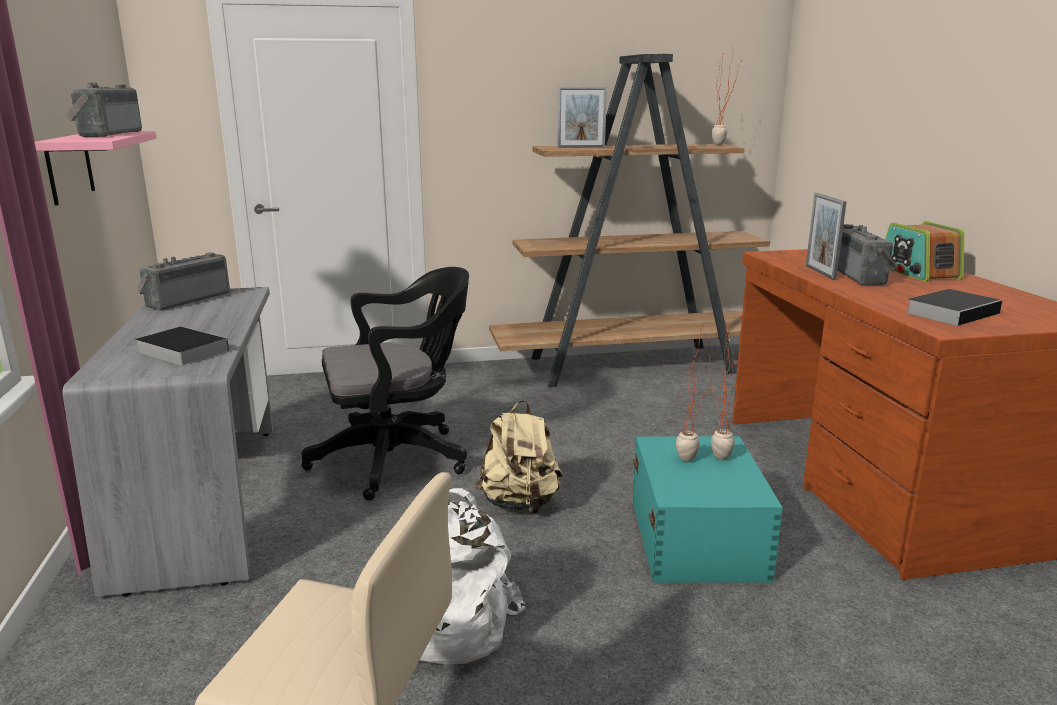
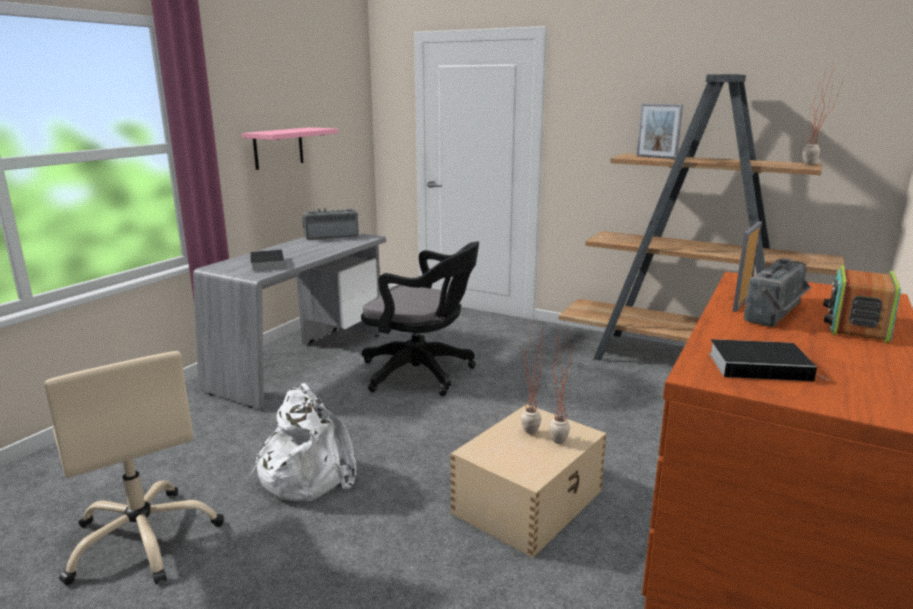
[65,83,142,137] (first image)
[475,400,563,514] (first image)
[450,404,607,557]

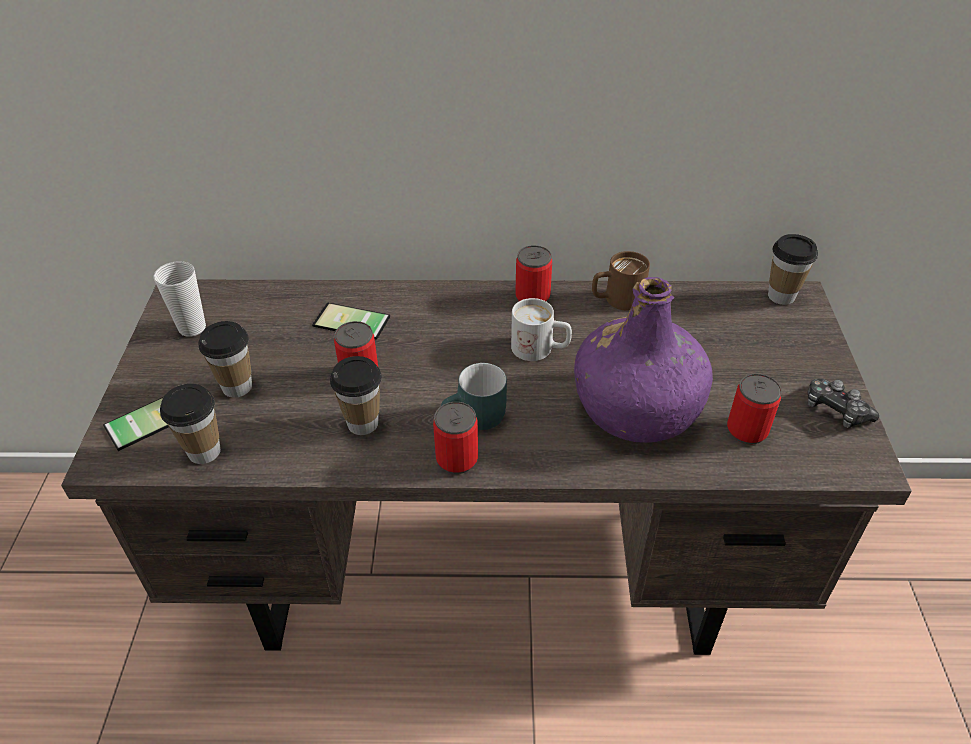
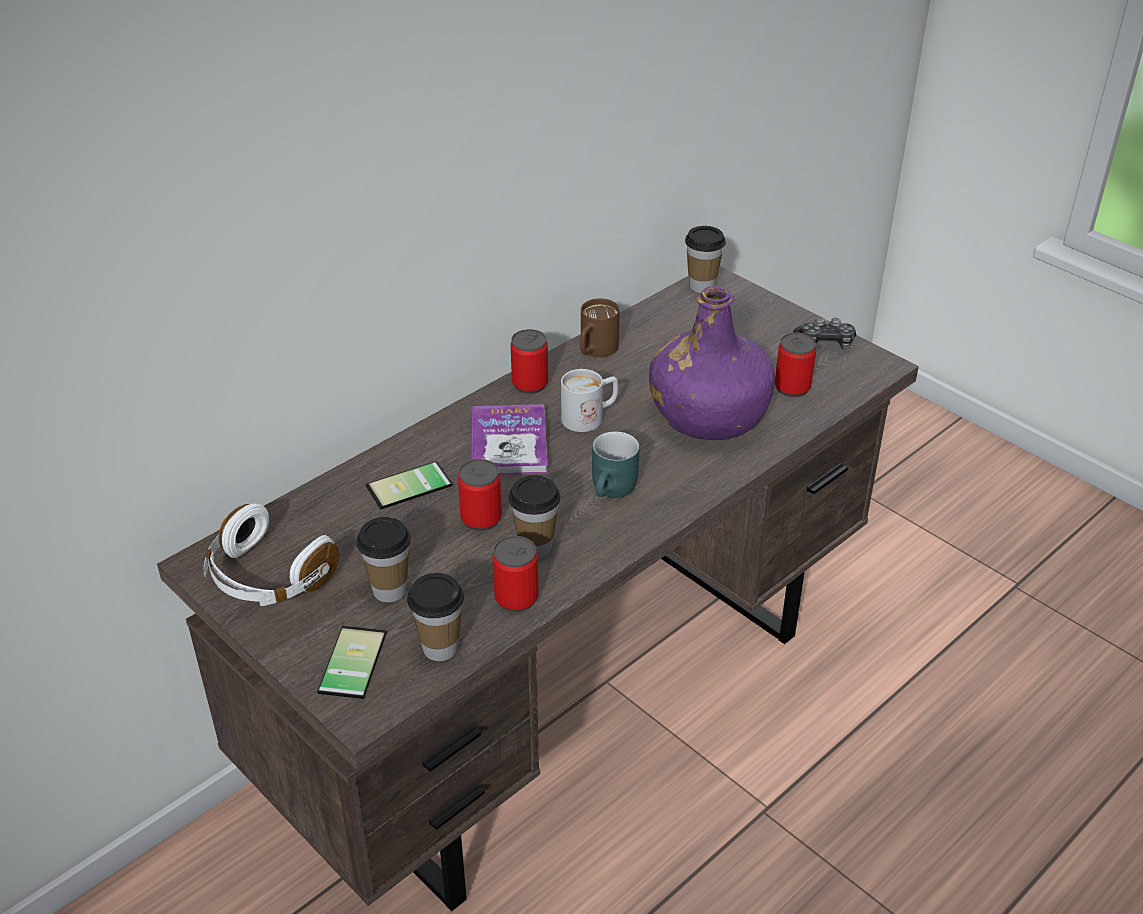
[203,504,339,606]
[492,536,538,612]
[471,404,548,475]

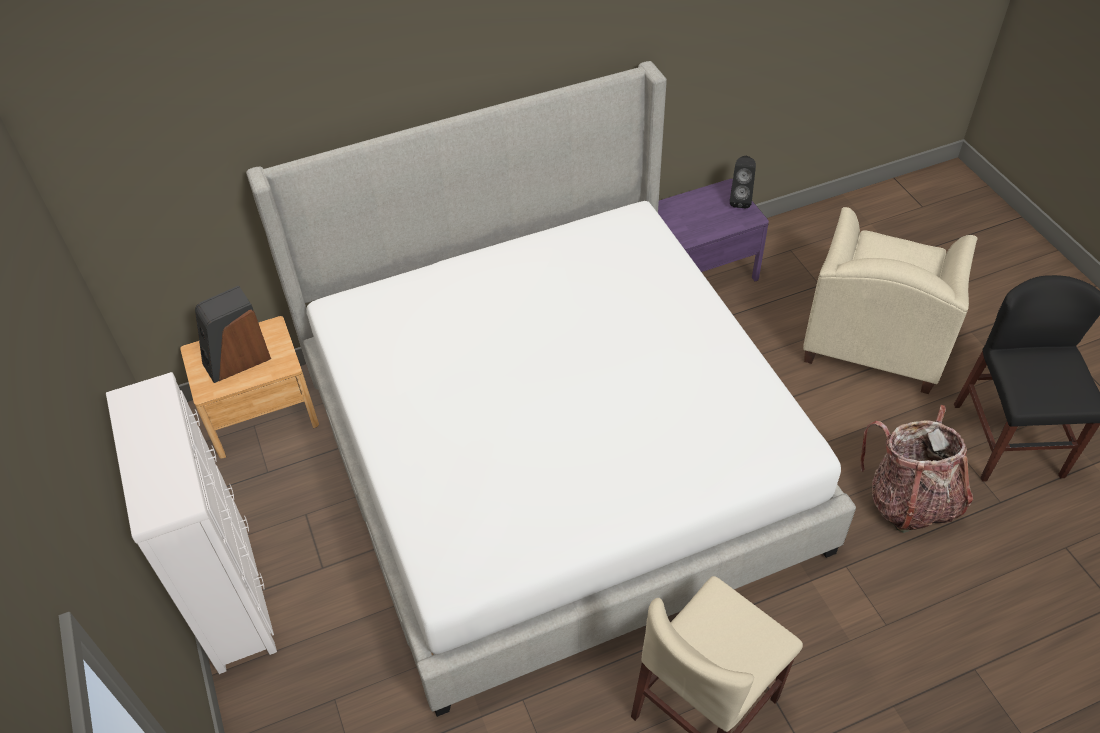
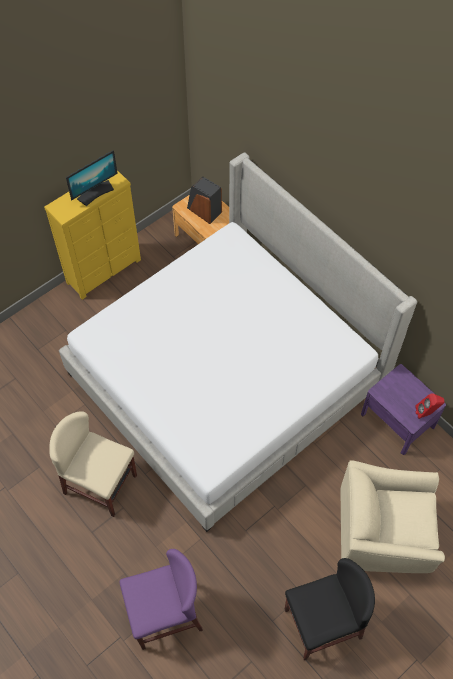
[44,170,141,300]
[416,393,444,419]
[860,405,973,533] (first image)
[66,150,118,206]
[119,549,203,650]

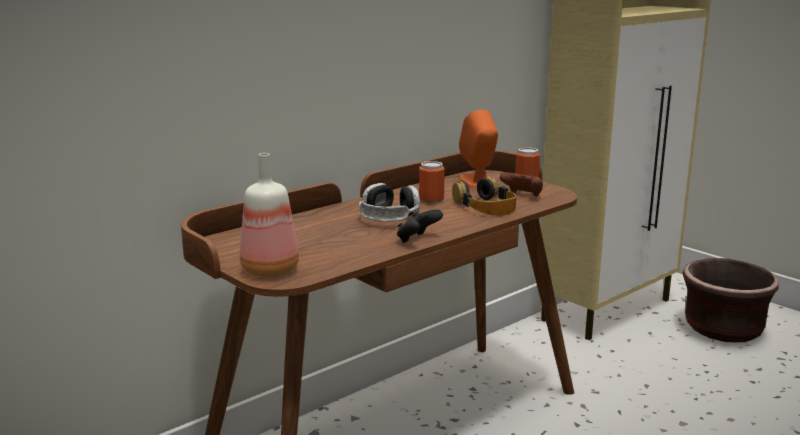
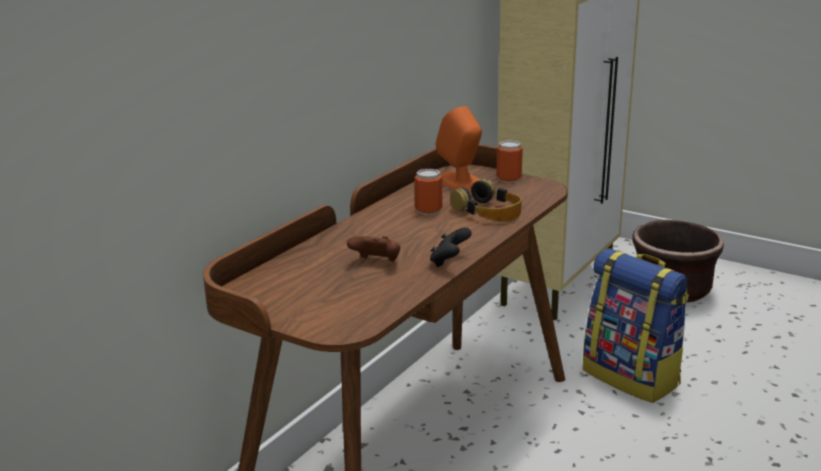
[240,153,299,277] (first image)
[359,183,420,222] (first image)
[347,236,400,262]
[583,249,689,403]

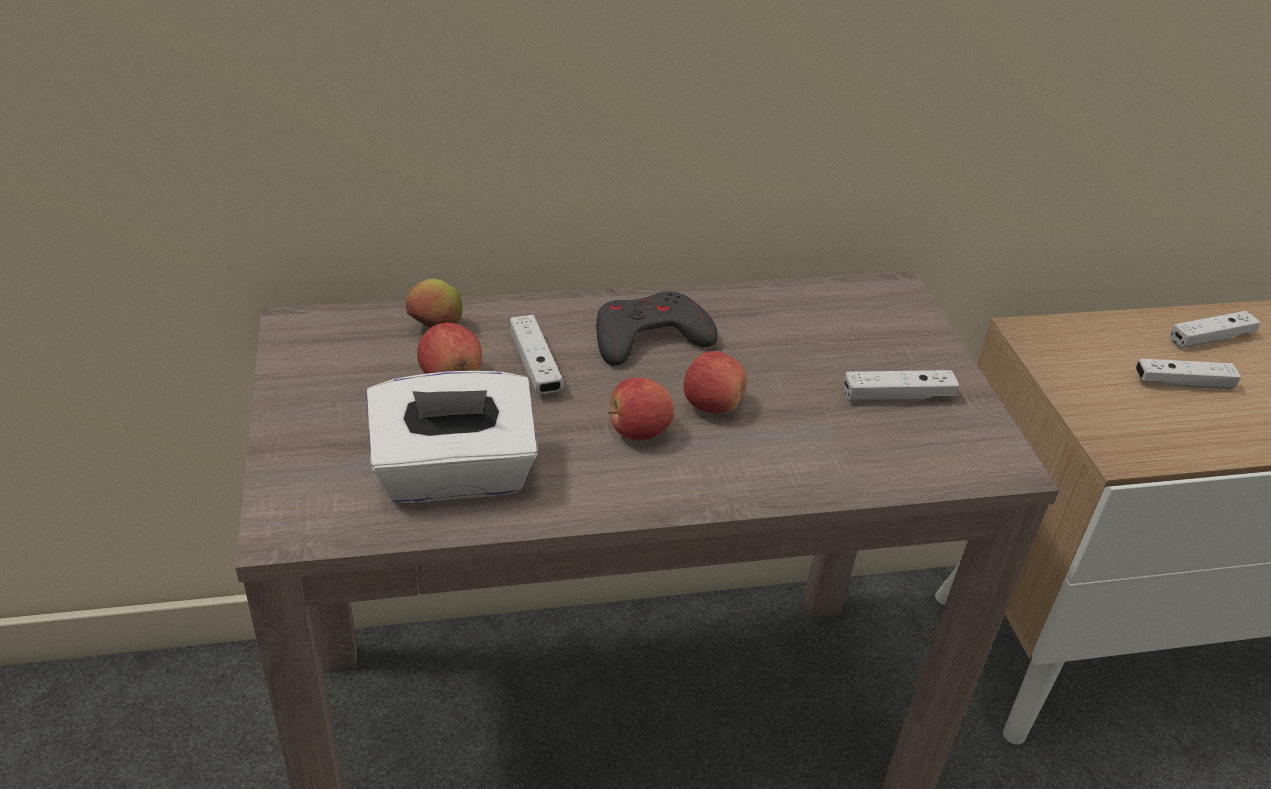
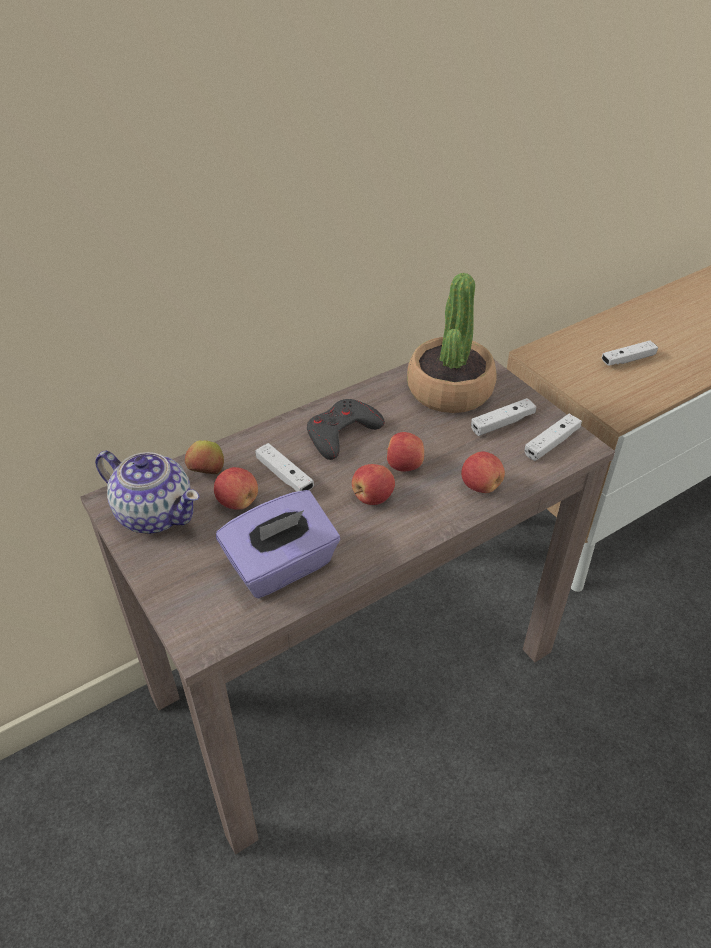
[216,490,340,598]
[524,414,582,461]
[95,451,199,534]
[407,273,497,413]
[461,451,505,493]

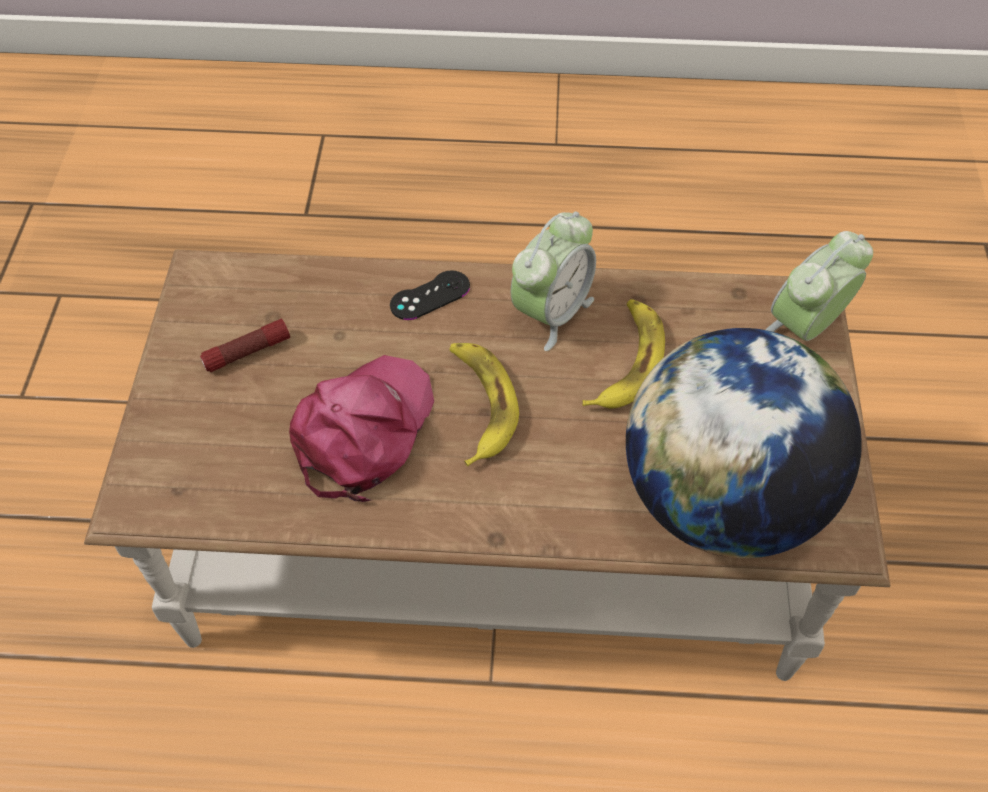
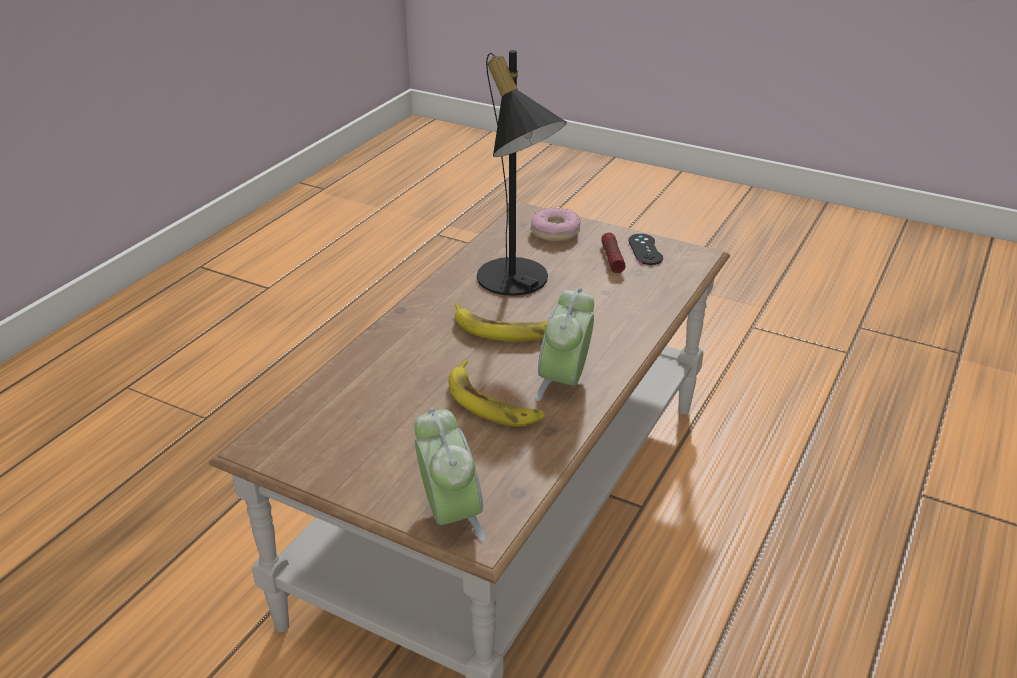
[477,50,567,296]
[628,234,663,265]
[536,288,594,401]
[626,328,862,558] (first image)
[531,208,581,242]

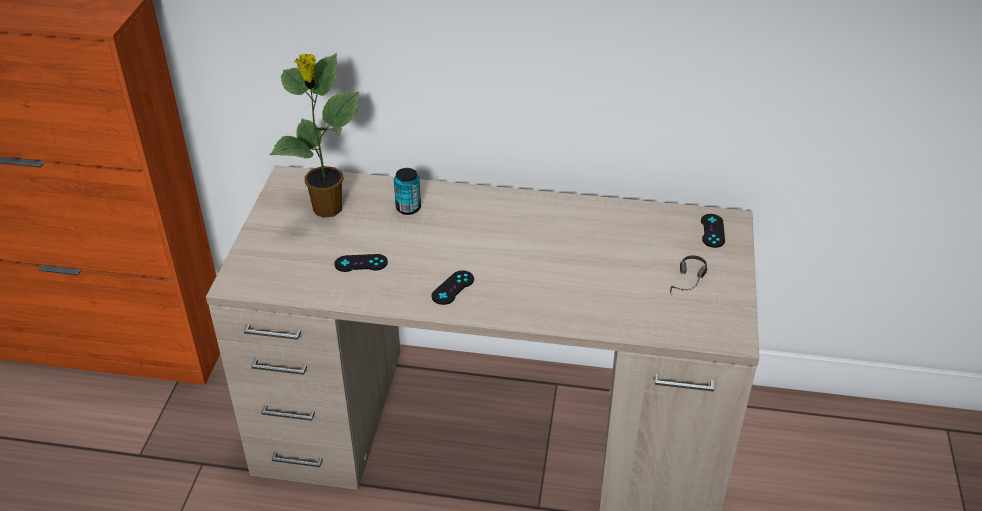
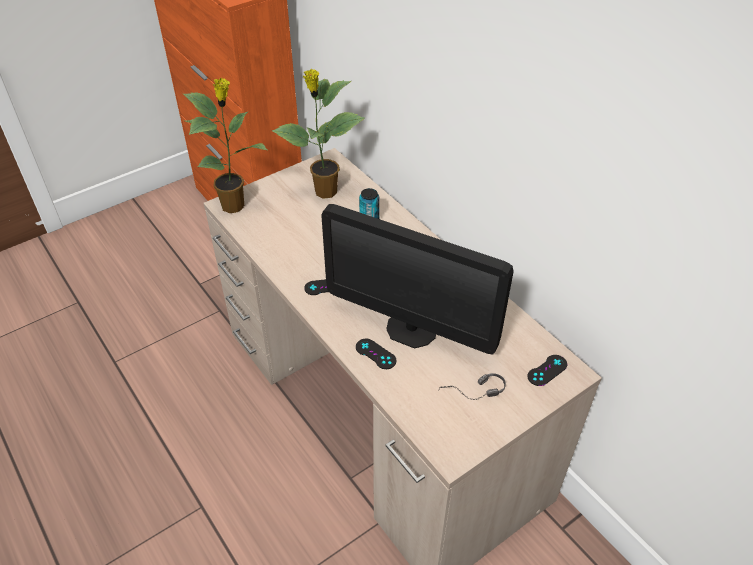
[356,339,396,369]
[183,78,267,213]
[321,204,514,354]

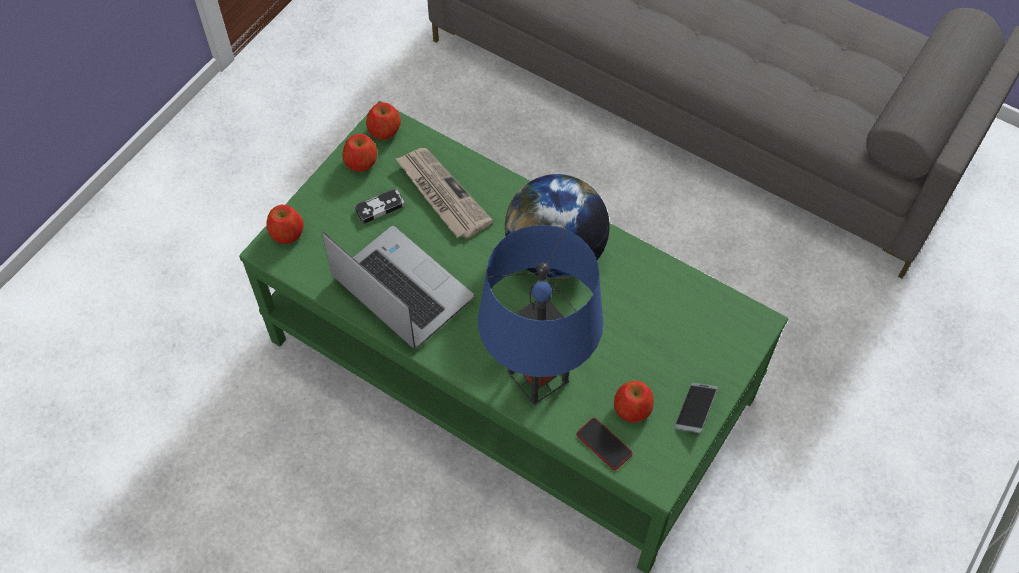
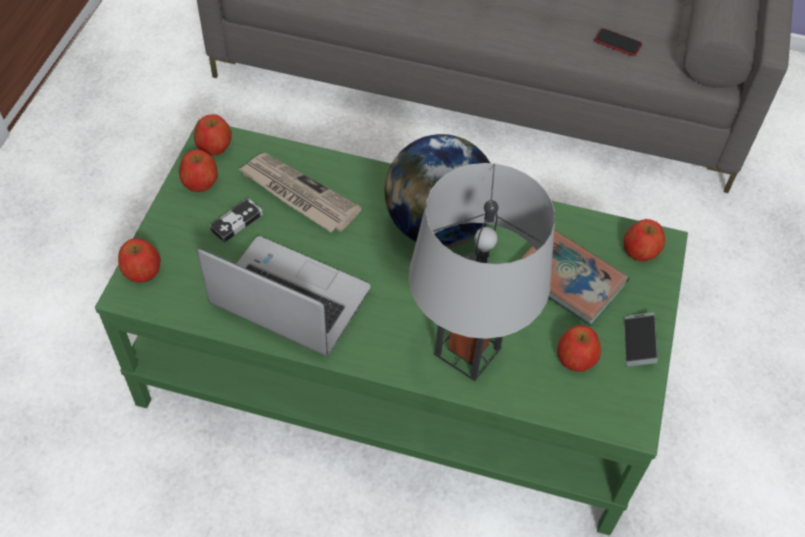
[409,163,555,381]
[594,28,642,56]
[521,229,629,327]
[623,219,665,262]

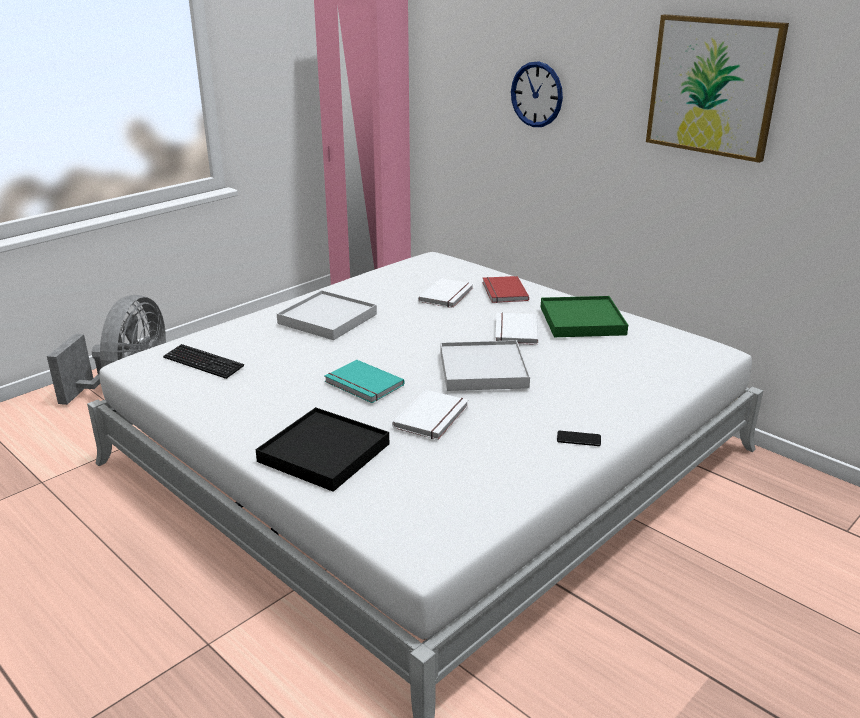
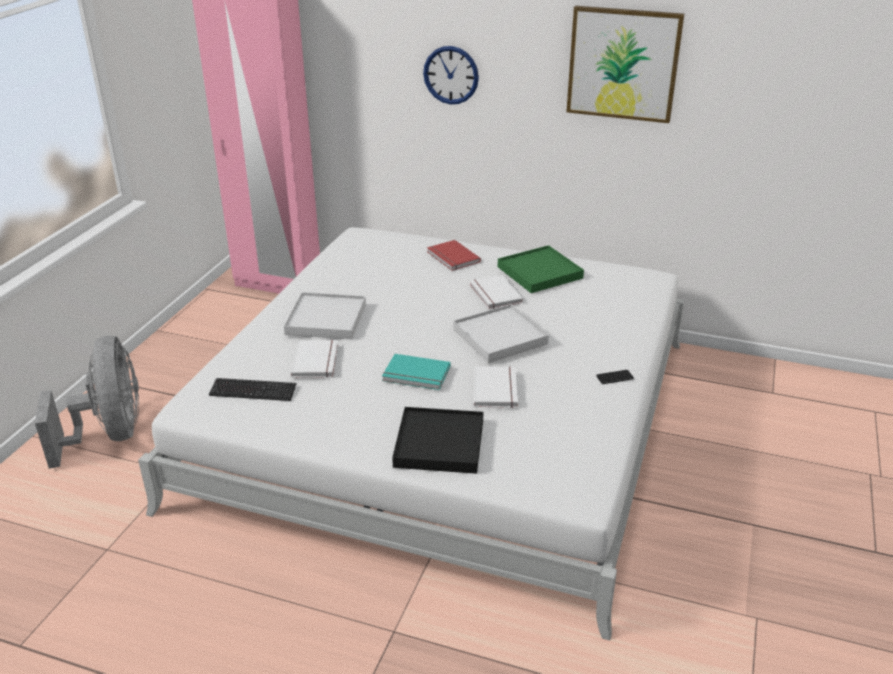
[291,340,338,378]

